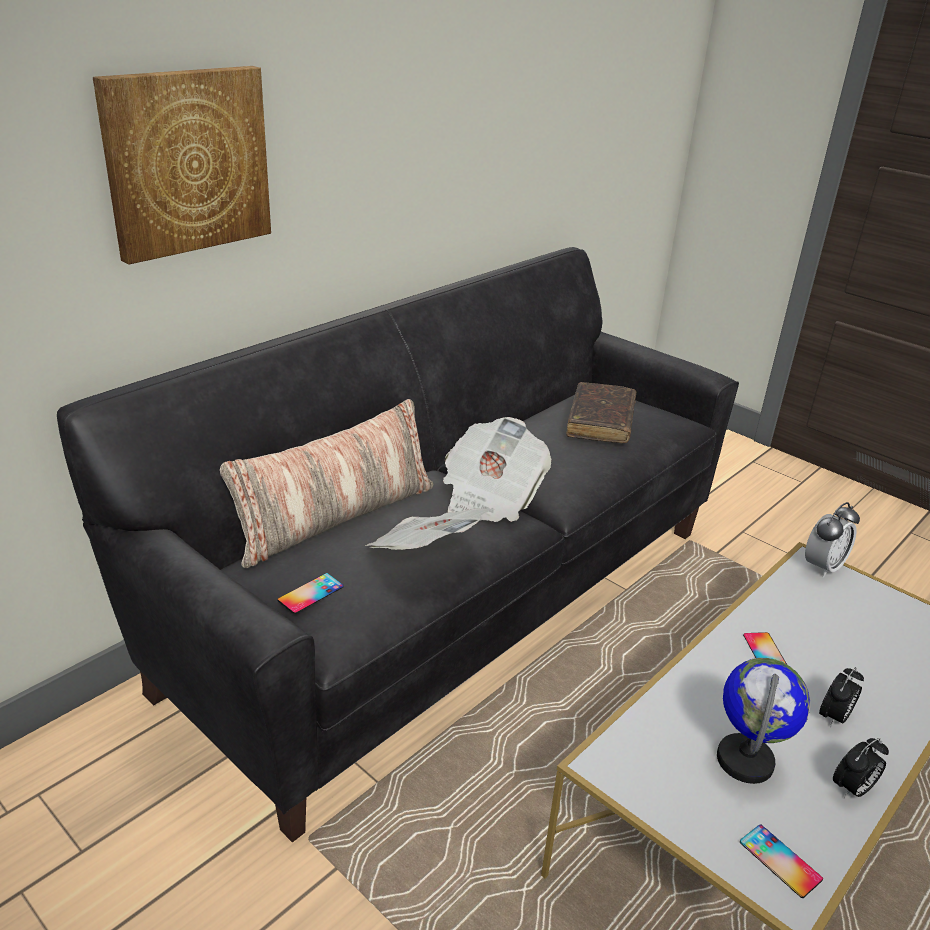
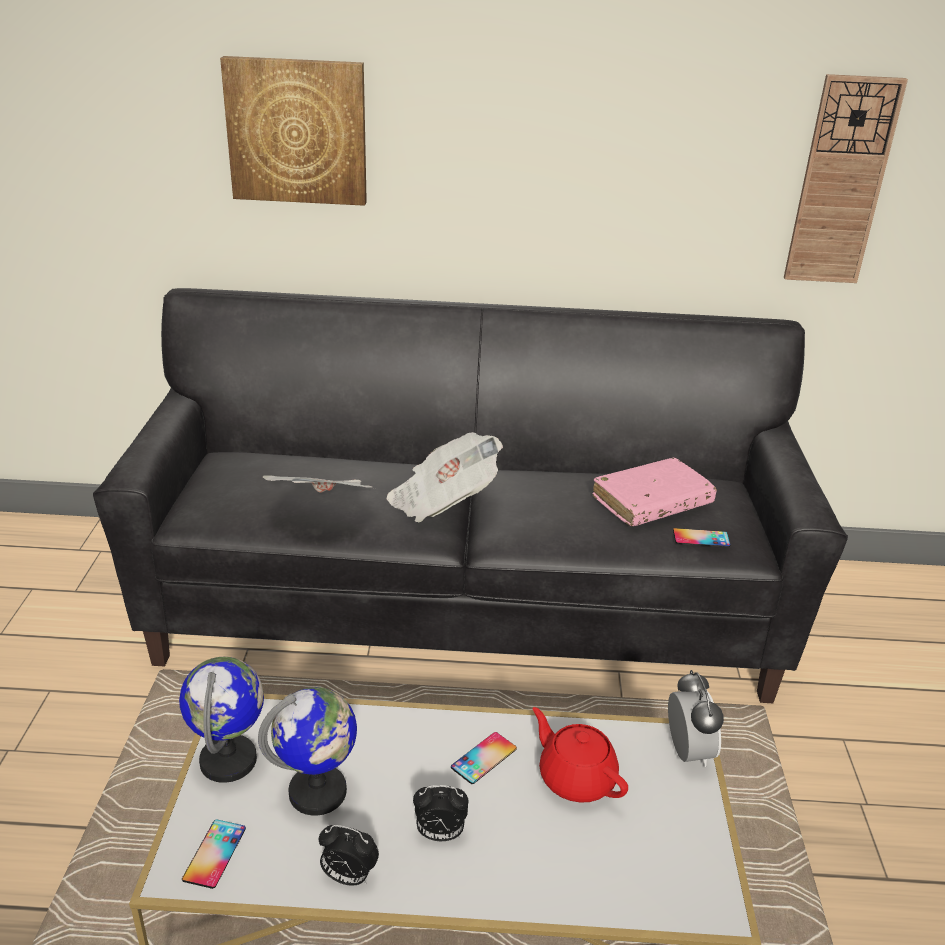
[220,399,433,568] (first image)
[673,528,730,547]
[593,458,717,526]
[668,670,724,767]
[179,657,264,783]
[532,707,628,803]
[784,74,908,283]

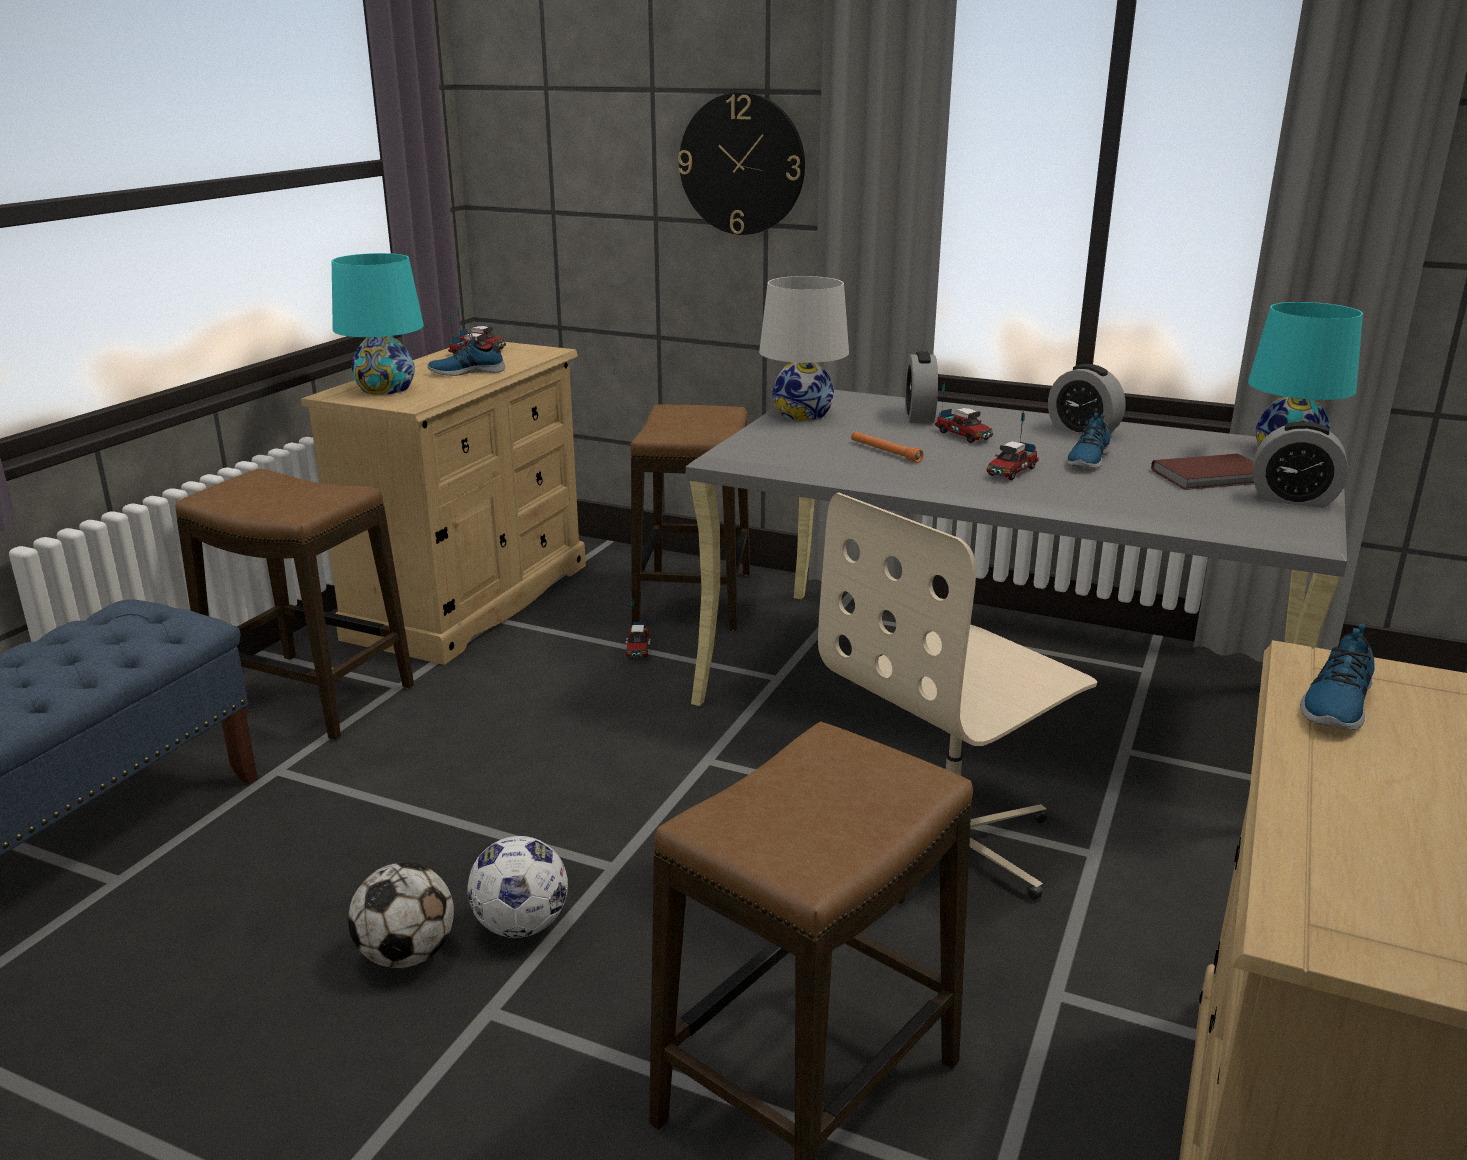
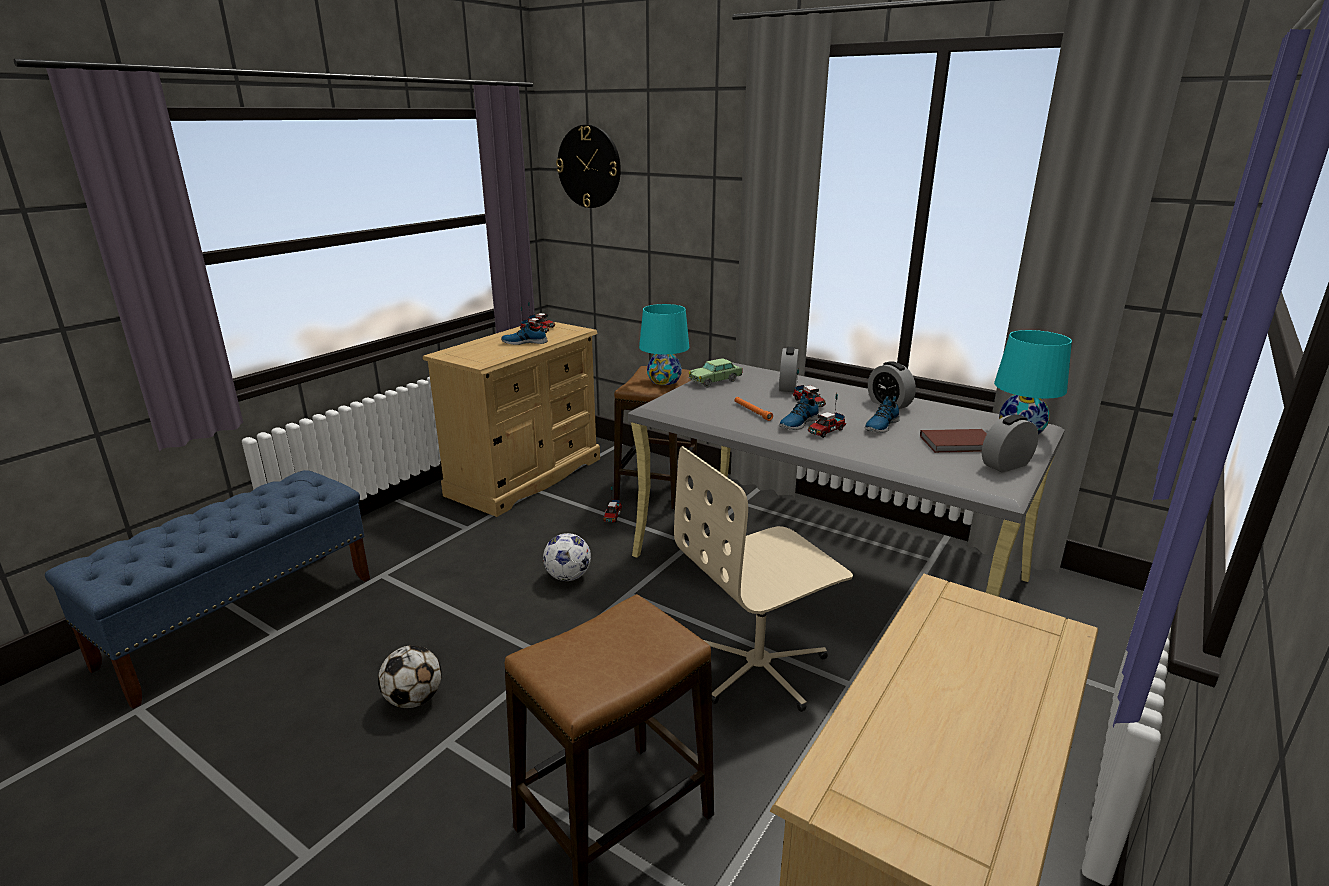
[176,469,414,740] (first image)
[639,304,689,385]
[543,533,591,581]
[556,125,621,208]
[688,358,743,388]
[982,415,1038,473]
[779,394,819,430]

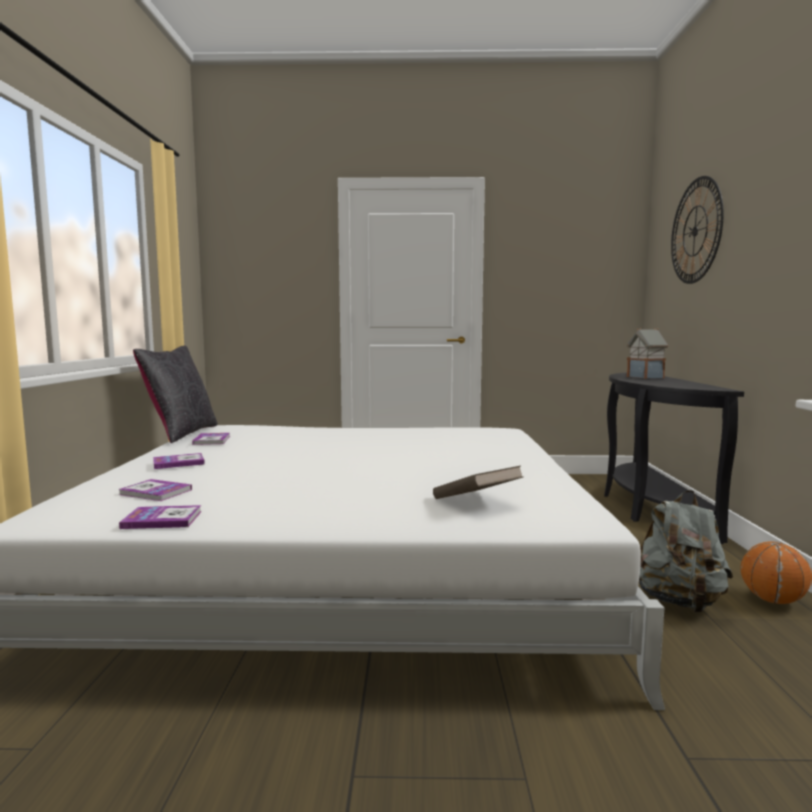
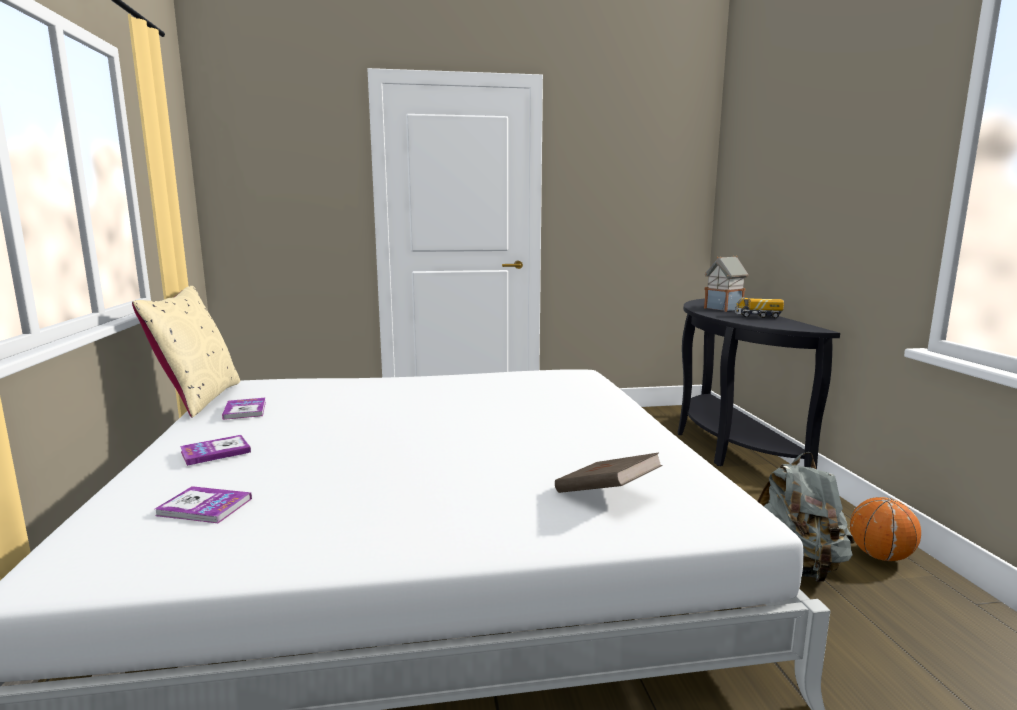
[119,505,202,529] (first image)
[132,286,240,418]
[671,176,724,284] (first image)
[735,297,784,318]

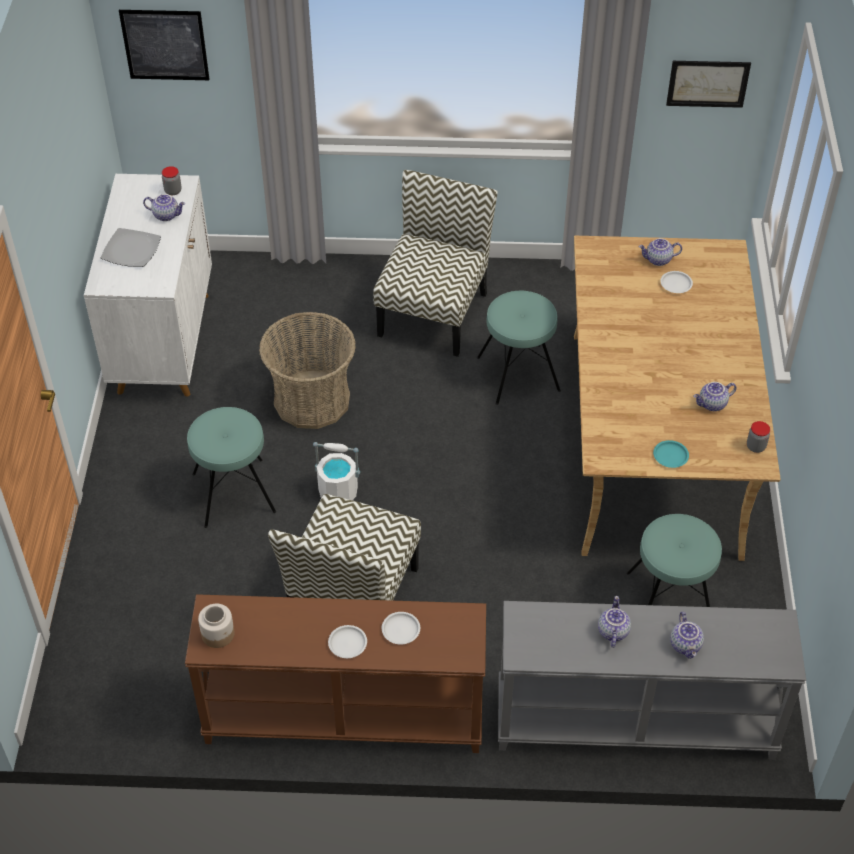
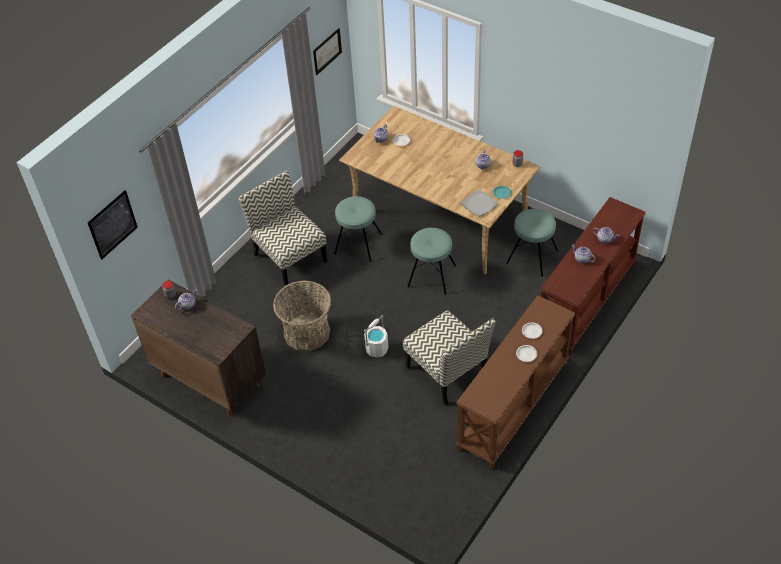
[131,279,266,417]
[461,189,498,216]
[407,228,456,295]
[198,604,234,648] (first image)
[540,197,646,356]

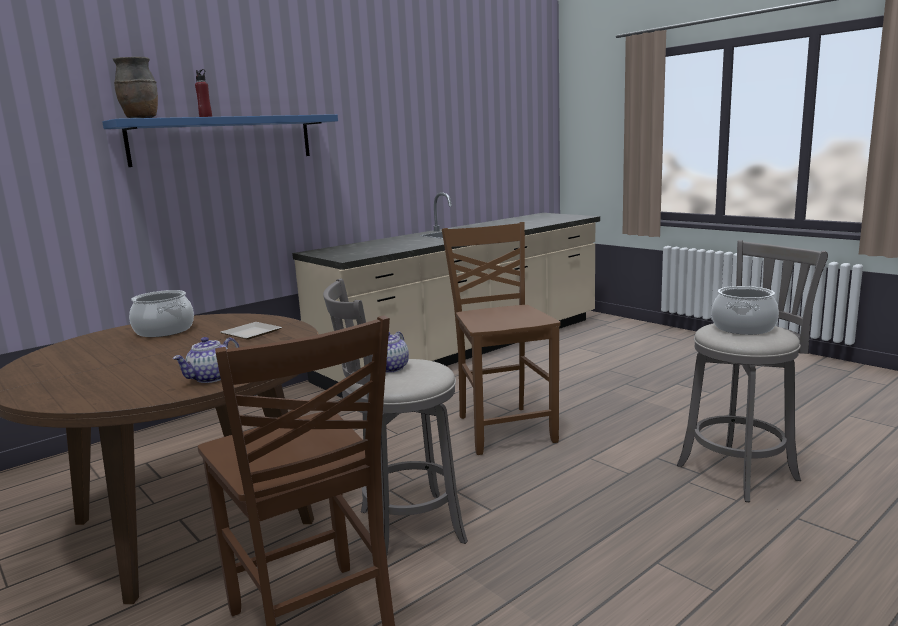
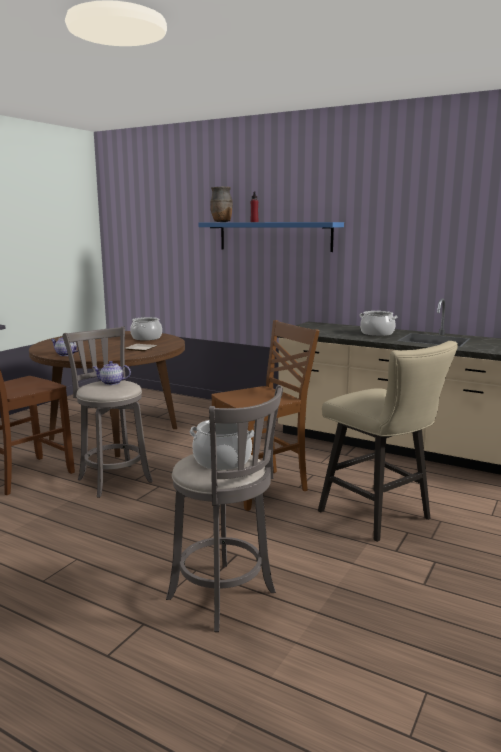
[318,341,458,542]
[359,311,398,336]

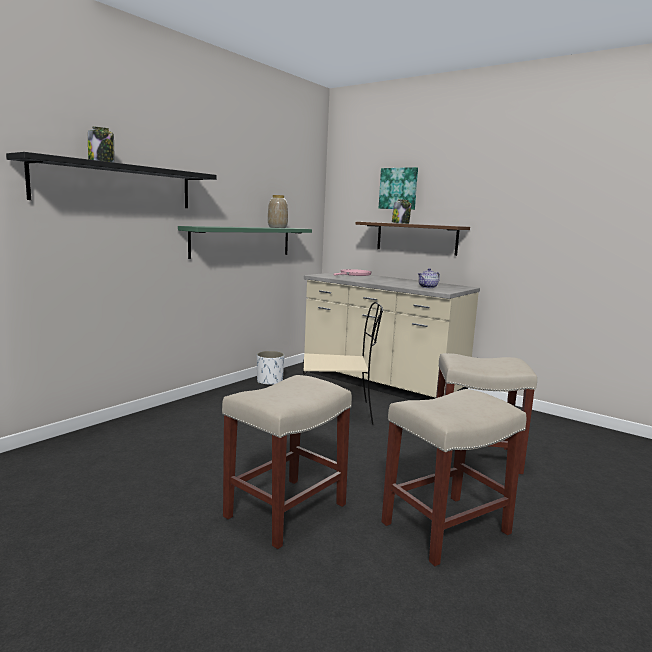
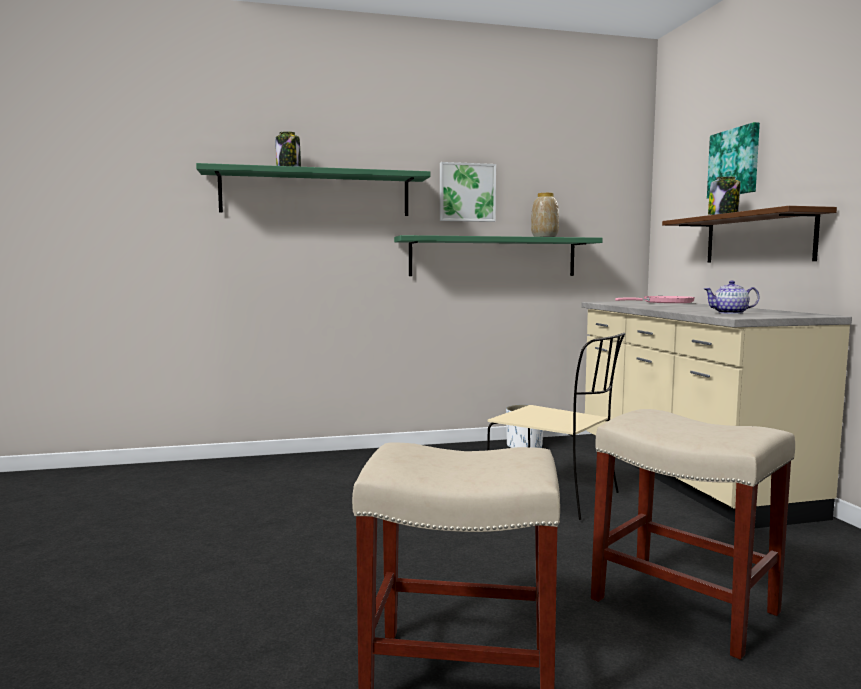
[196,163,430,216]
[222,375,352,549] (first image)
[440,162,496,222]

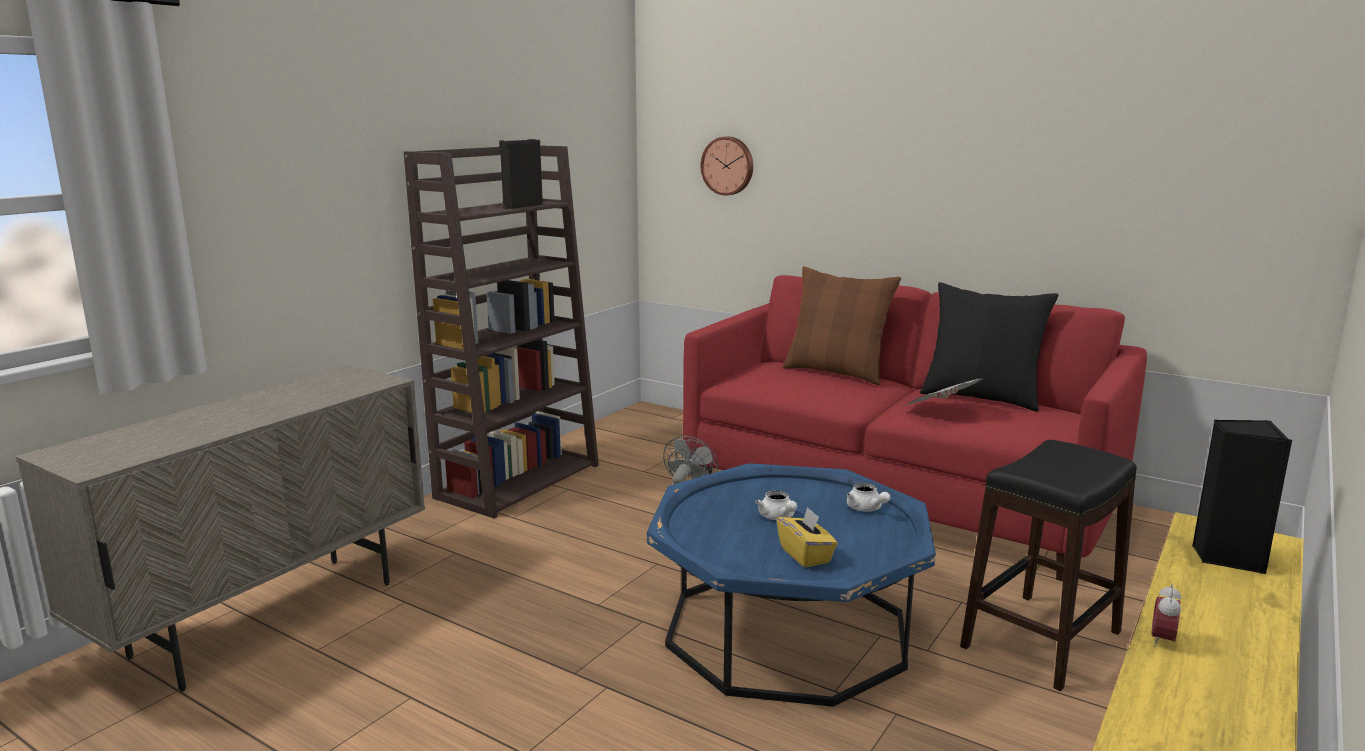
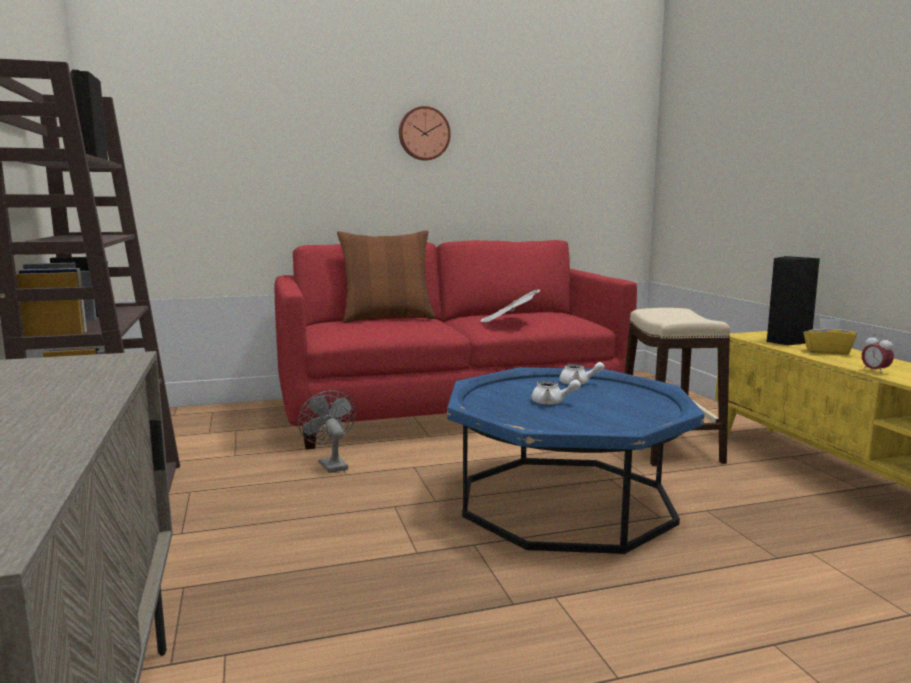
[399,106,451,161]
[803,318,857,355]
[920,282,1058,412] (first image)
[625,308,730,466]

